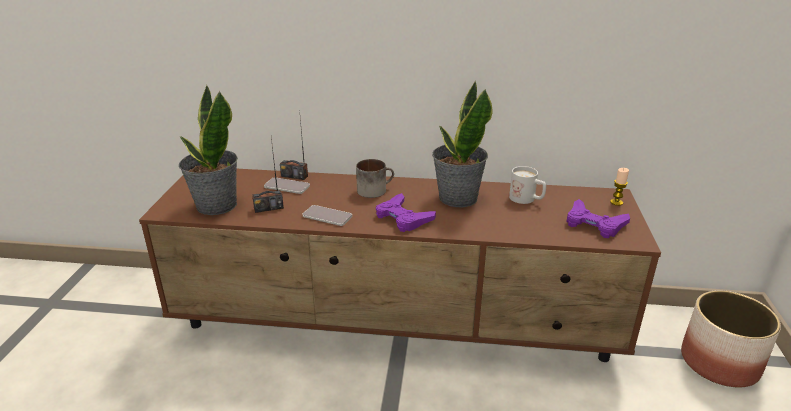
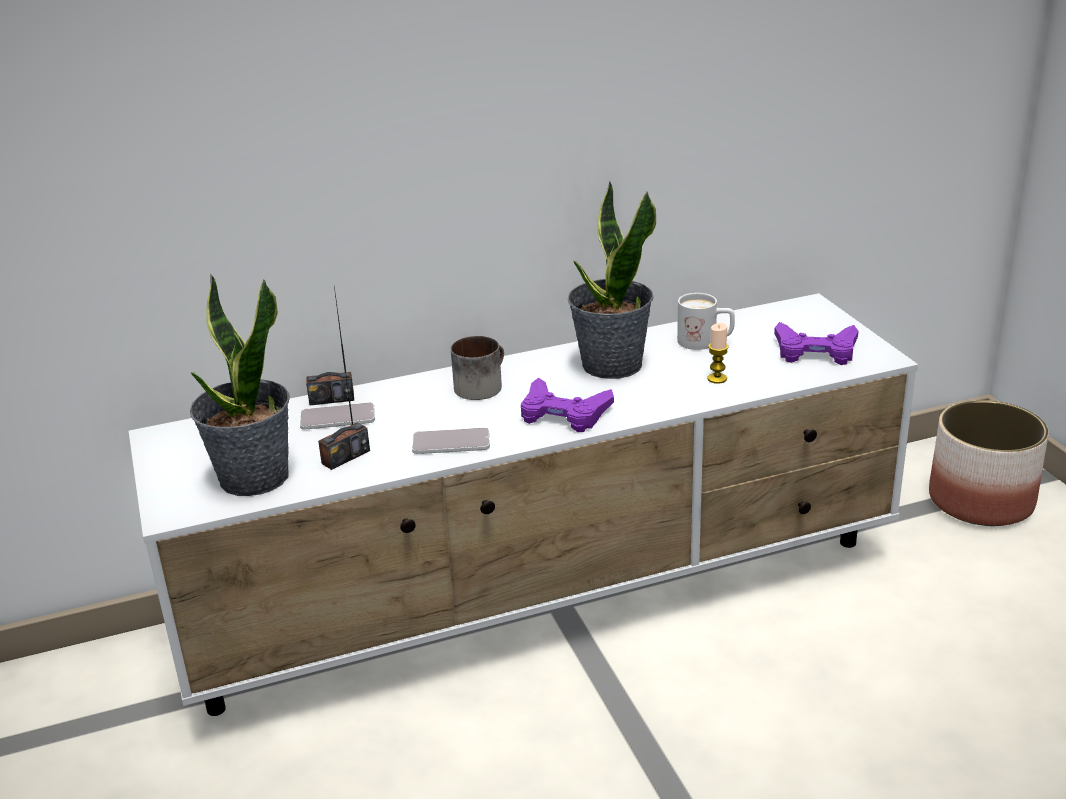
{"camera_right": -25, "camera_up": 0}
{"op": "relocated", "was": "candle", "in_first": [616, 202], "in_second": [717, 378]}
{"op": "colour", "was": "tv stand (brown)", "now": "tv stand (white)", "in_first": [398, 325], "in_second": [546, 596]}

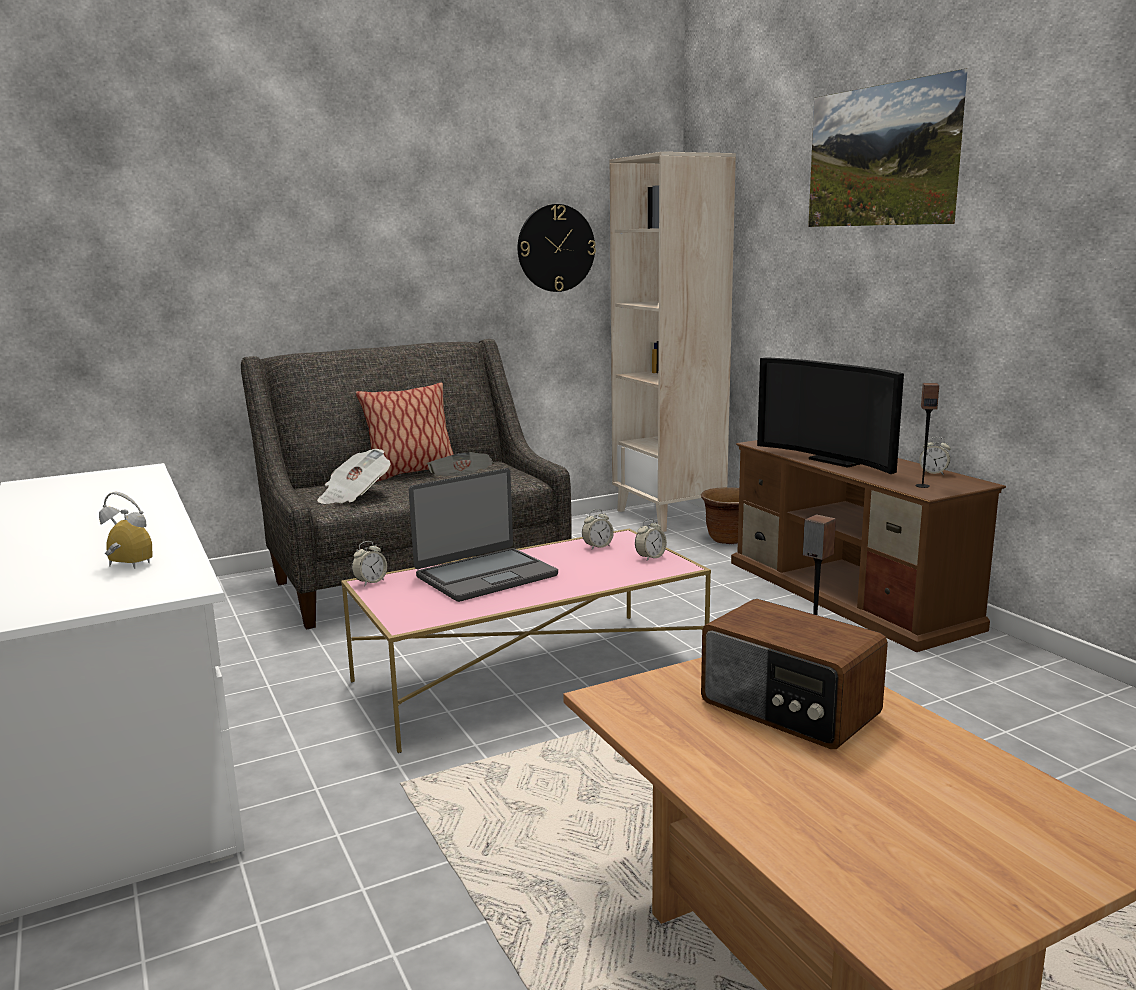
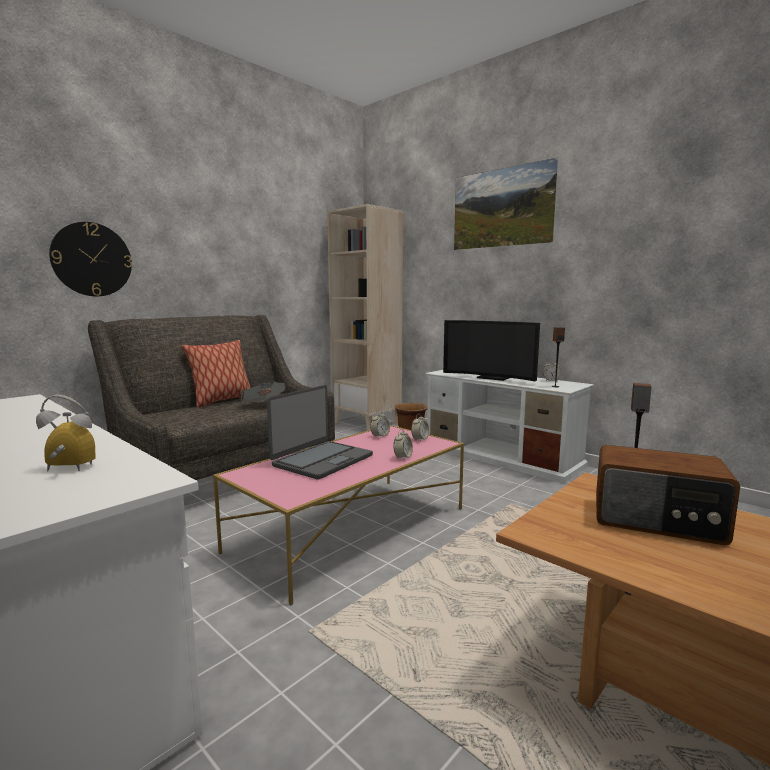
{"camera_right": -20, "camera_up": -5}
{"op": "missing", "was": "newspaper", "in_first": [354, 496]}
{"op": "relocated", "was": "alarm clock", "in_first": [370, 582], "in_second": [403, 457]}
{"op": "relocated", "was": "wall clock", "in_first": [556, 248], "in_second": [92, 259]}
{"op": "colour", "was": "tv stand (brown)", "now": "tv stand (white)", "in_first": [850, 594], "in_second": [501, 456]}

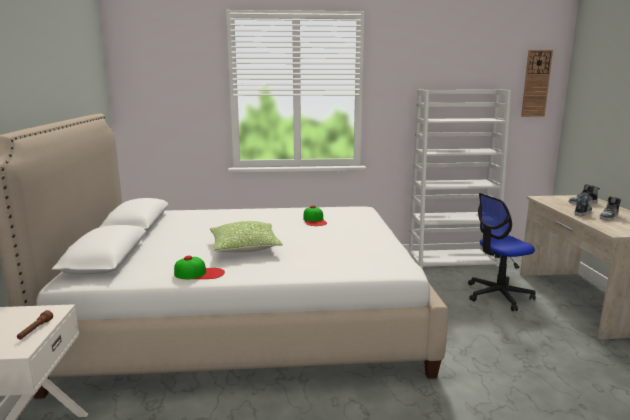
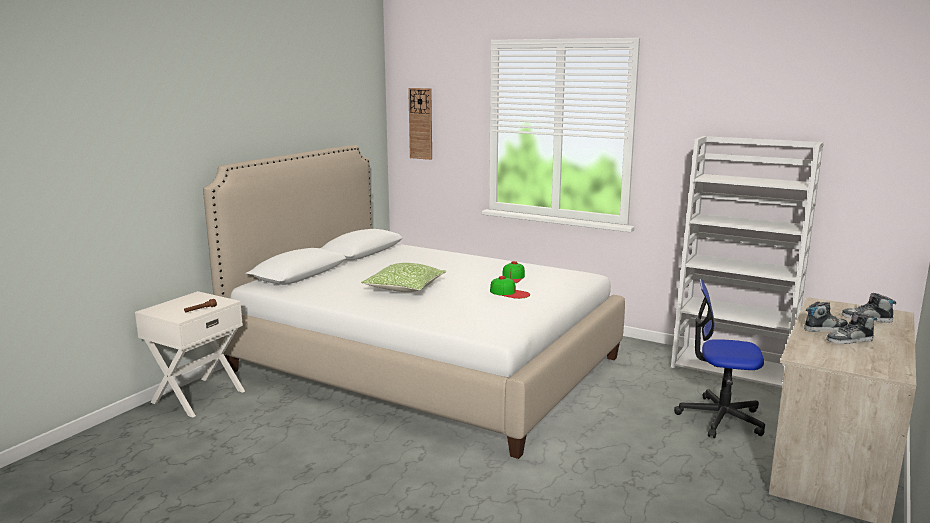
{"camera_right": 35, "camera_up": 0}
{"op": "relocated", "was": "cap", "in_first": [199, 273], "in_second": [509, 293]}
{"op": "relocated", "was": "wall clock", "in_first": [536, 83], "in_second": [421, 123]}

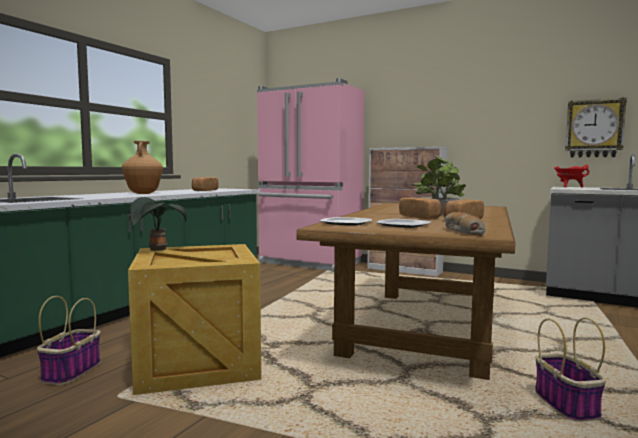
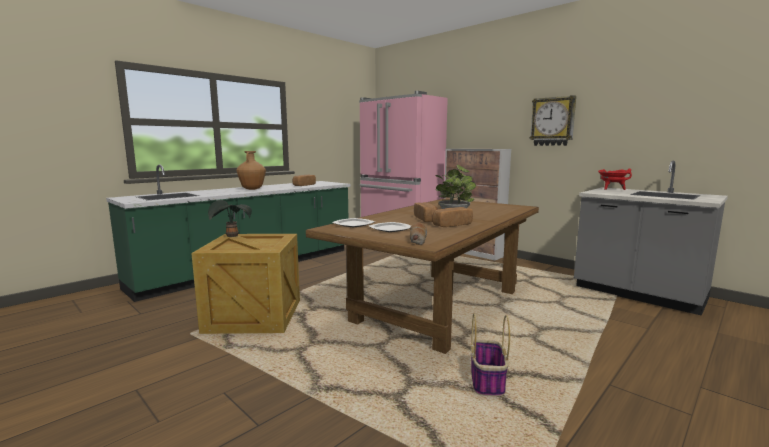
{"camera_right": 15, "camera_up": 5}
{"op": "missing", "was": "basket", "in_first": [72, 371]}
{"op": "relocated", "was": "wall clock", "in_first": [594, 128], "in_second": [552, 121]}

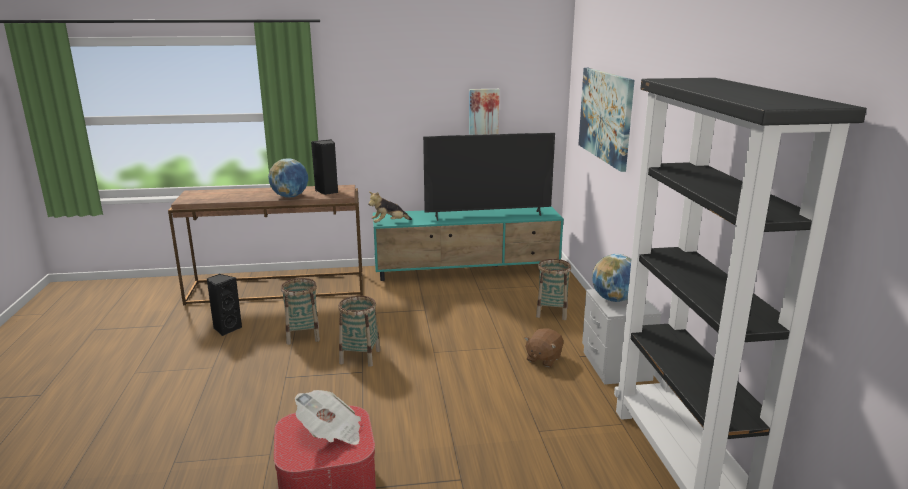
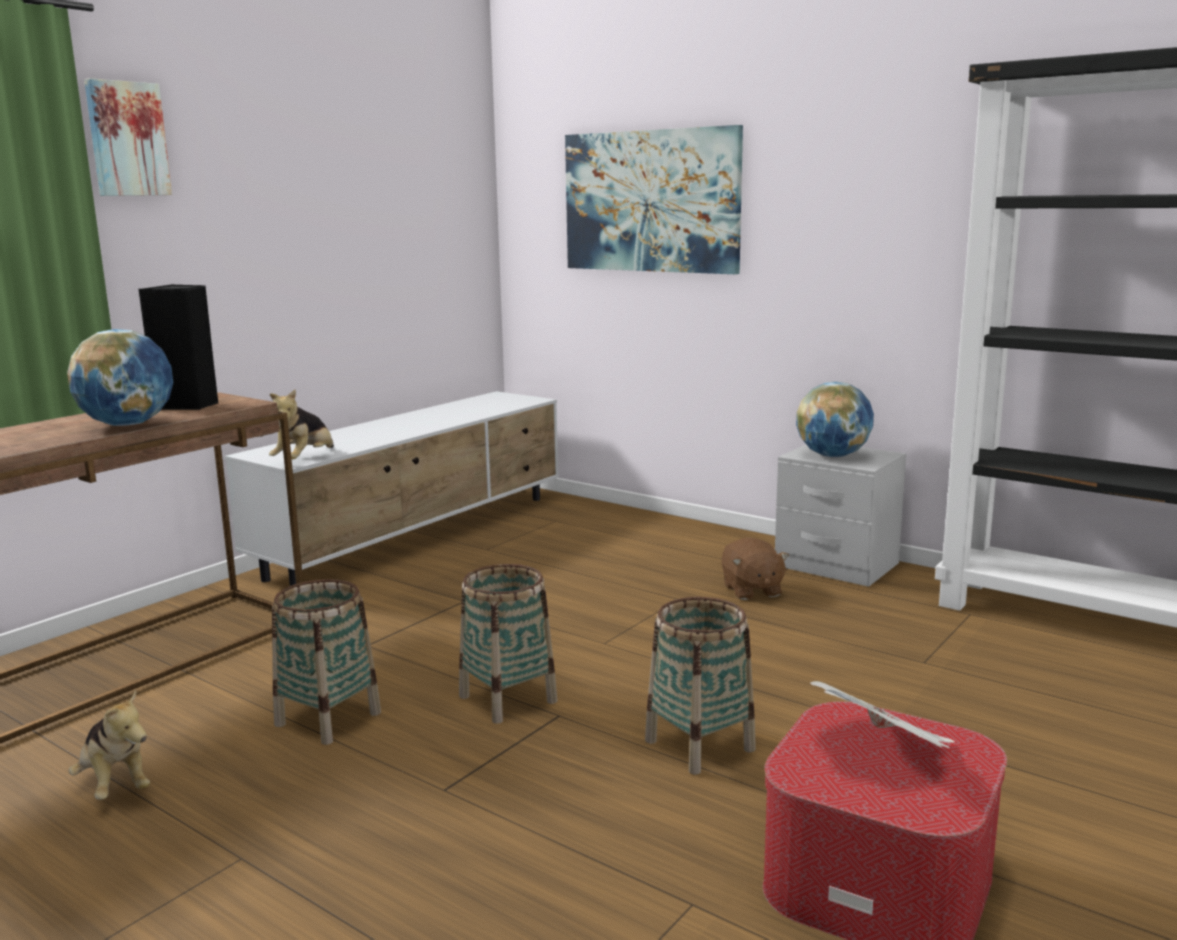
{"camera_right": -45, "camera_up": -5}
{"op": "missing", "was": "television", "in_first": [488, 215]}
{"op": "relocated", "was": "picture", "in_first": [483, 111], "in_second": [126, 139]}
{"op": "relocated", "was": "basket", "in_first": [551, 312], "in_second": [699, 745]}
{"op": "exchanged", "was": "speaker (black)", "now": "plush toy", "in_first": [226, 329], "in_second": [115, 785]}
{"op": "colour", "was": "tv stand (turquoise)", "now": "tv stand (white)", "in_first": [467, 271], "in_second": [418, 535]}

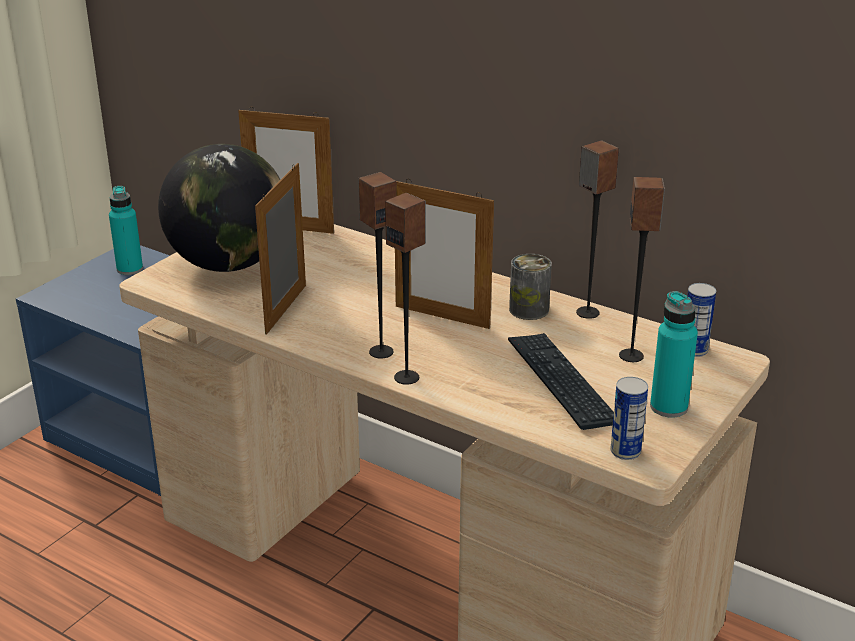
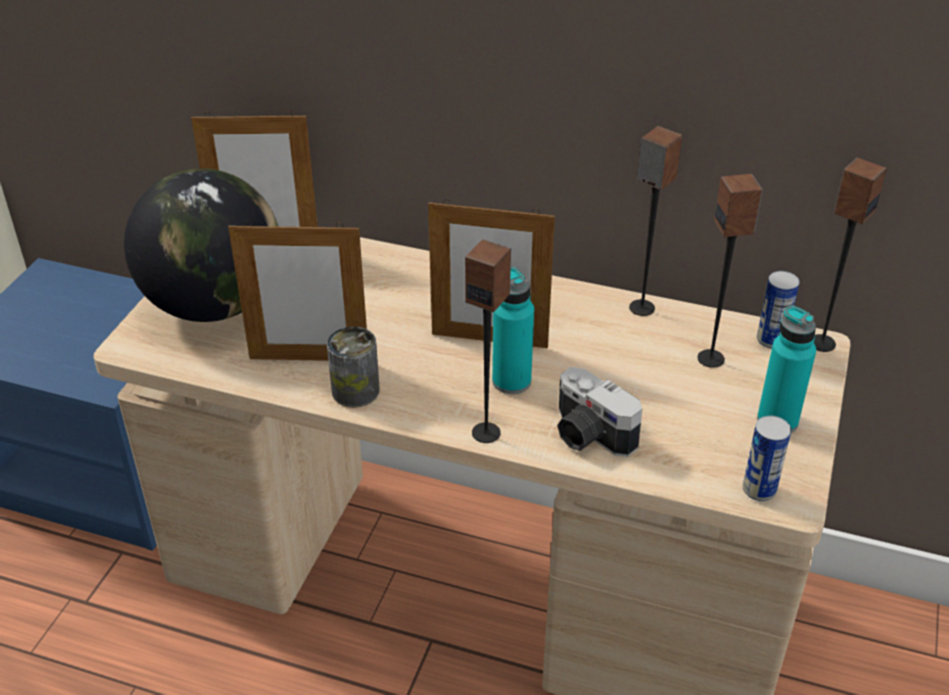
{"camera_right": -15, "camera_up": 10}
{"op": "missing", "was": "keyboard", "in_first": [561, 381]}
{"op": "appeared", "now": "photo camera", "in_second": [588, 435]}
{"op": "relocated", "was": "bottle (turquoise)", "in_first": [130, 269], "in_second": [511, 381]}
{"op": "relocated", "was": "speaker", "in_first": [381, 351], "in_second": [821, 343]}
{"op": "relocated", "was": "can", "in_first": [529, 309], "in_second": [355, 391]}
{"op": "spun", "was": "picture frame", "in_first": [286, 309], "in_second": [309, 359], "clockwise": -90}

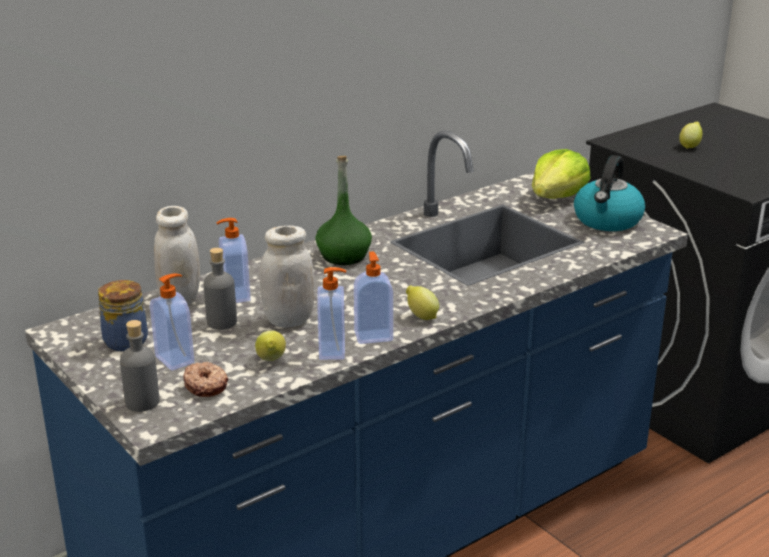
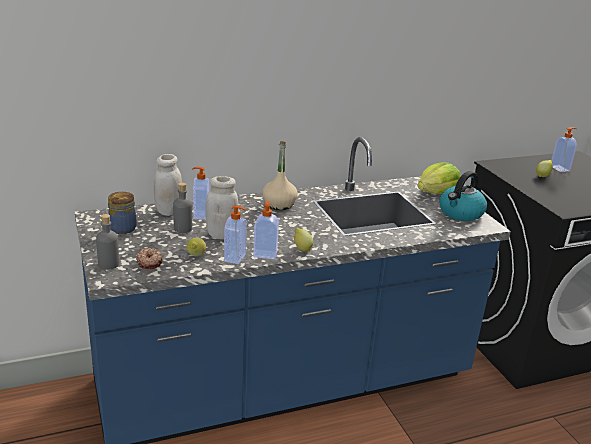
{"camera_right": 15, "camera_up": 0}
{"op": "relocated", "was": "soap dispenser", "in_first": [176, 359], "in_second": [560, 168]}
{"op": "colour", "was": "bottle (green)", "now": "bottle (beige)", "in_first": [343, 256], "in_second": [279, 204]}

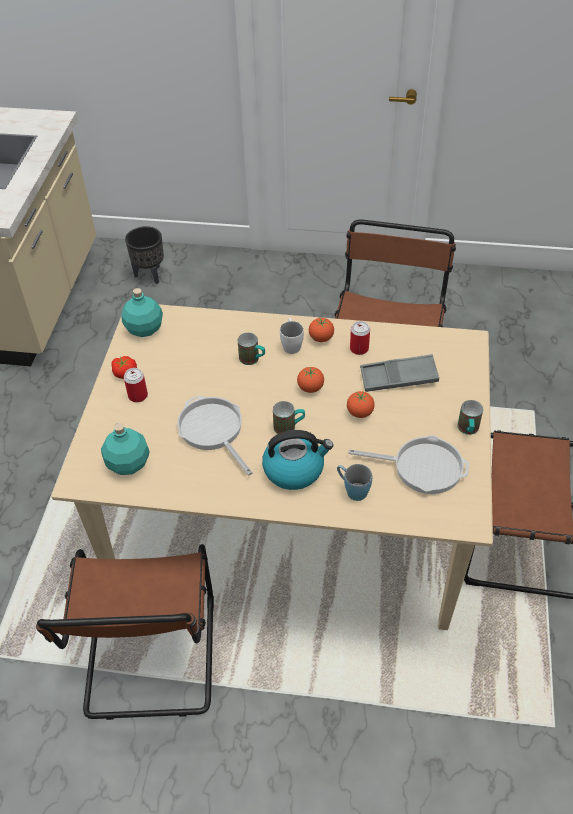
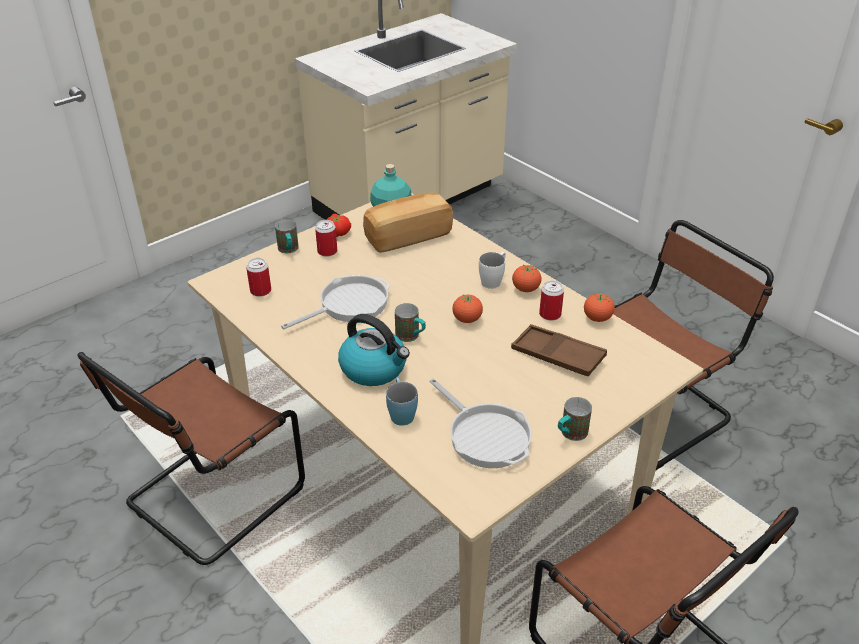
{"camera_right": 40, "camera_up": -10}
{"op": "missing", "was": "planter (black)", "in_first": [150, 275]}
{"op": "appeared", "now": "bread", "in_second": [407, 236]}
{"op": "relocated", "was": "mug", "in_first": [253, 359], "in_second": [289, 250]}
{"op": "relocated", "was": "tomato", "in_first": [360, 413], "in_second": [597, 318]}
{"op": "exchanged", "was": "bottle (turquoise)", "now": "can", "in_first": [128, 464], "in_second": [260, 291]}
{"op": "colour", "was": "tray (grey)", "now": "tray (brown)", "in_first": [398, 378], "in_second": [557, 355]}
{"op": "spun", "was": "frying pan", "in_first": [213, 430], "in_second": [349, 304], "clockwise": 45}

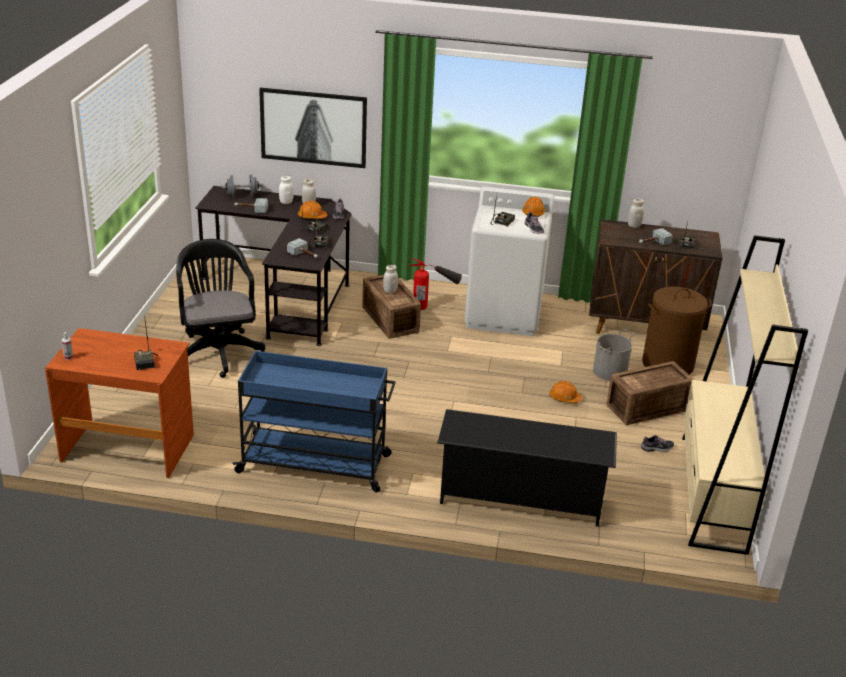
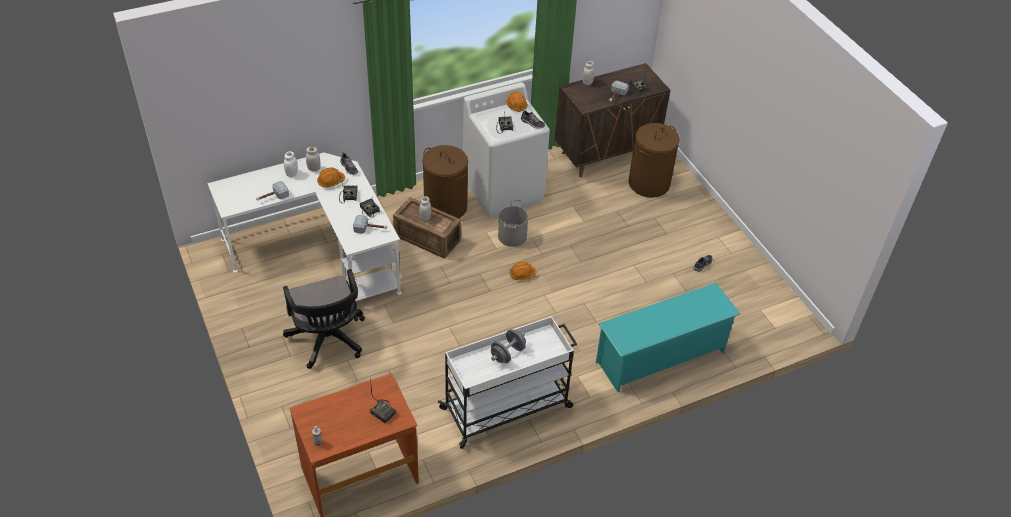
{"camera_right": -35, "camera_up": 15}
{"op": "missing", "was": "picture", "in_first": [313, 127]}
{"op": "missing", "was": "crate", "in_first": [648, 408]}
{"op": "missing", "was": "bookcase (beige)", "in_first": [712, 492]}
{"op": "relocated", "was": "dumbbell (grey)", "in_first": [242, 195], "in_second": [507, 353]}
{"op": "relocated", "was": "hard hat (orange)", "in_first": [564, 398], "in_second": [522, 274]}
{"op": "relocated", "was": "bucket (grey)", "in_first": [610, 372], "in_second": [512, 236]}
{"op": "exchanged", "was": "fire extinguisher", "now": "laundry basket (brown)", "in_first": [433, 306], "in_second": [445, 207]}
{"op": "colour", "was": "desk (black)", "now": "desk (white)", "in_first": [287, 292], "in_second": [320, 250]}
{"op": "colour", "was": "cart (blue)", "now": "cart (white)", "in_first": [316, 464], "in_second": [507, 407]}
{"op": "colour", "was": "shoe rack (black)", "now": "shoe rack (turquoise)", "in_first": [520, 498], "in_second": [661, 357]}
{"op": "spun", "was": "office chair (black)", "in_first": [218, 350], "in_second": [328, 341], "clockwise": -150}

